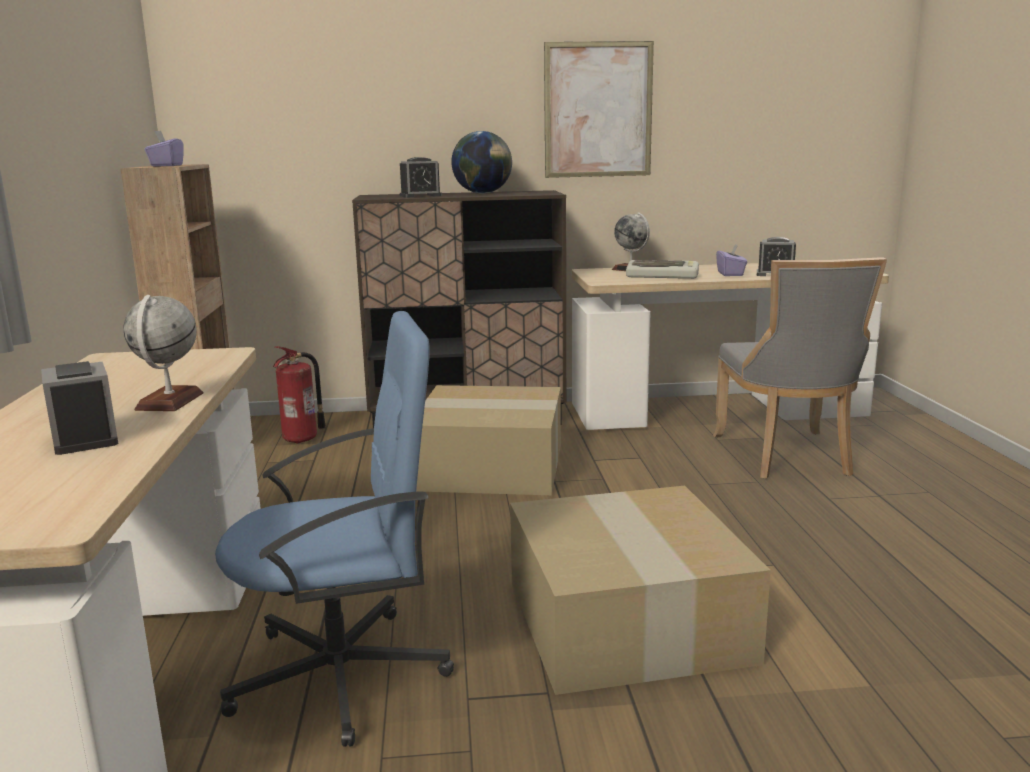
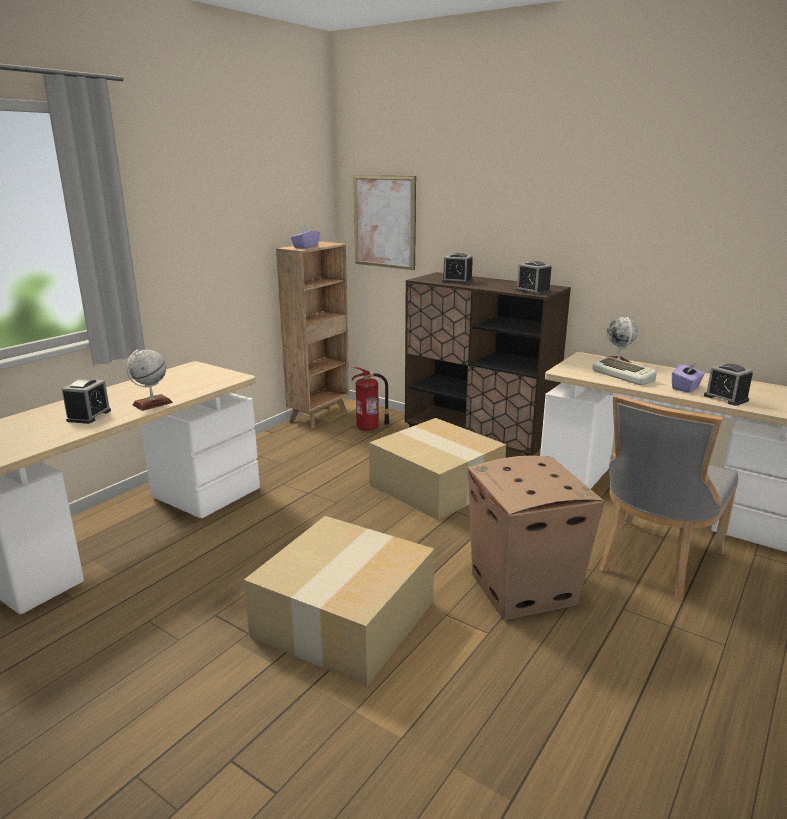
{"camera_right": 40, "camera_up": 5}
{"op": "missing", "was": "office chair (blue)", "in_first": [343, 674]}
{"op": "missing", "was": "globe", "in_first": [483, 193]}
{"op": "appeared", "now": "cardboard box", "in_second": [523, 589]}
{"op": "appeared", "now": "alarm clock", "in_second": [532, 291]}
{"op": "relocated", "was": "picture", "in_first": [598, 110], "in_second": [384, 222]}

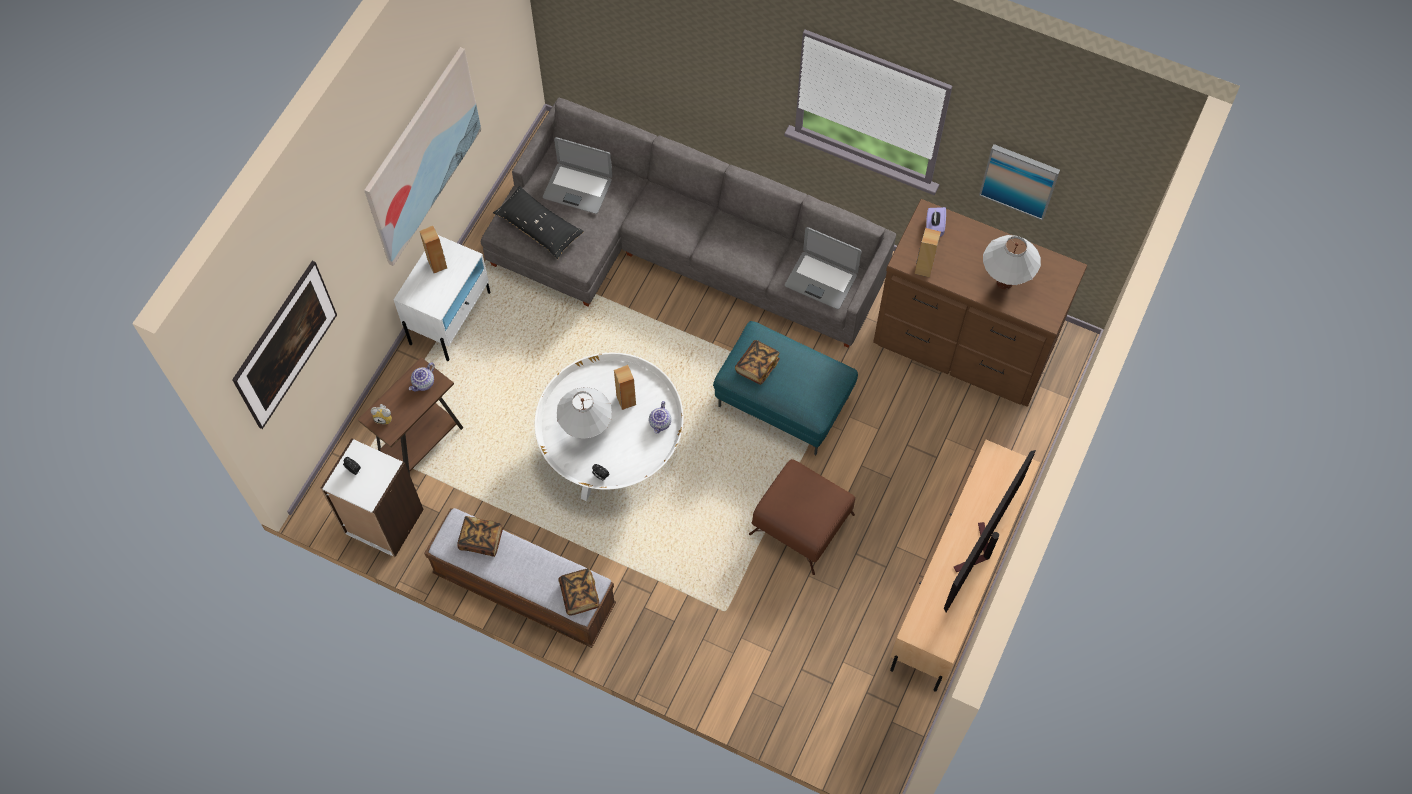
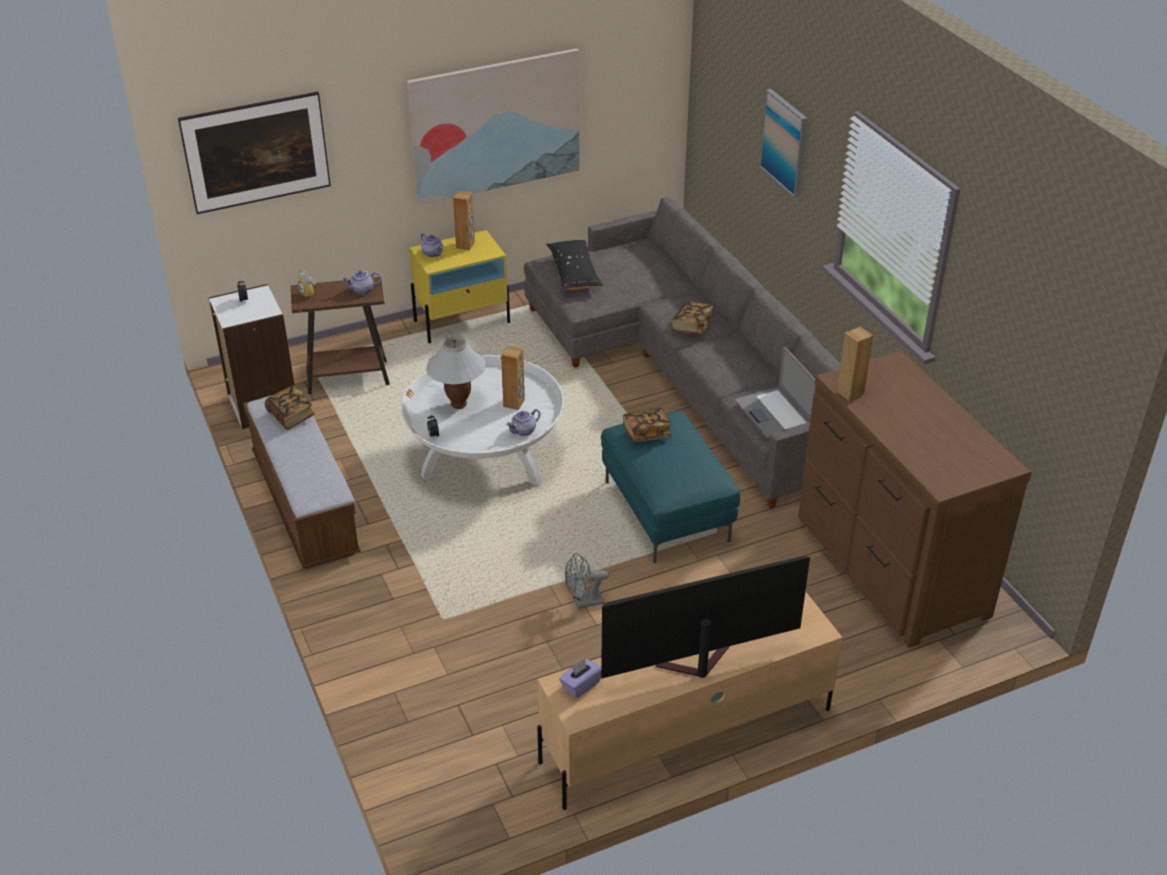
{"camera_right": 40, "camera_up": -25}
{"op": "missing", "was": "laptop", "in_first": [578, 188]}
{"op": "missing", "was": "table lamp (white)", "in_first": [1004, 283]}
{"op": "appeared", "now": "teapot", "in_second": [433, 253]}
{"op": "relocated", "was": "book", "in_first": [579, 595], "in_second": [691, 326]}
{"op": "relocated", "was": "tissue box (purple)", "in_first": [934, 226], "in_second": [580, 685]}
{"op": "relocated", "was": "picture", "in_first": [1019, 180], "in_second": [785, 142]}
{"op": "exchanged", "was": "ottoman (brown)", "now": "fan (grey)", "in_first": [802, 525], "in_second": [583, 602]}
{"op": "colour", "was": "nightstand (white)", "now": "nightstand (yellow)", "in_first": [450, 317], "in_second": [462, 322]}

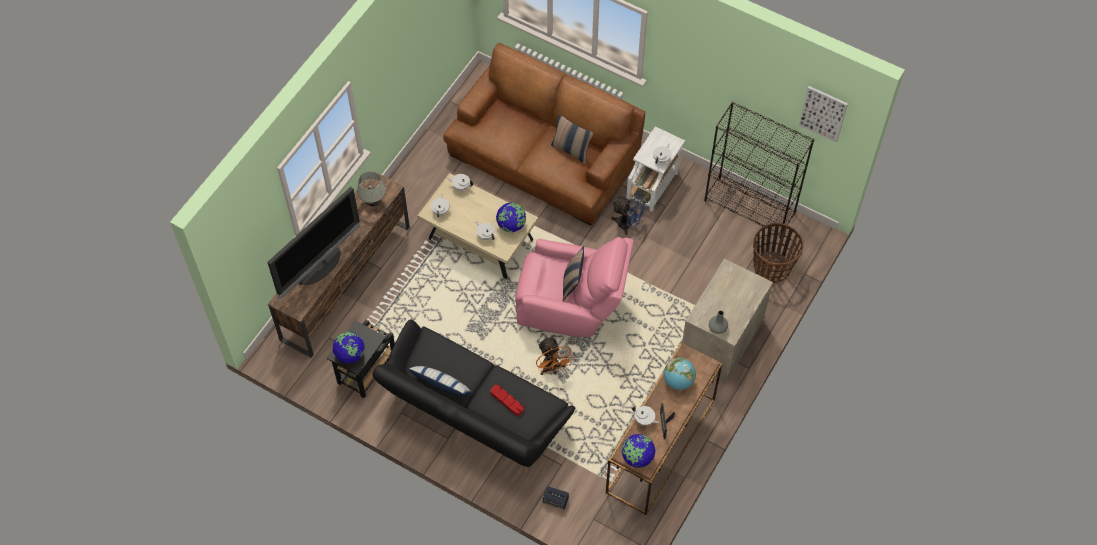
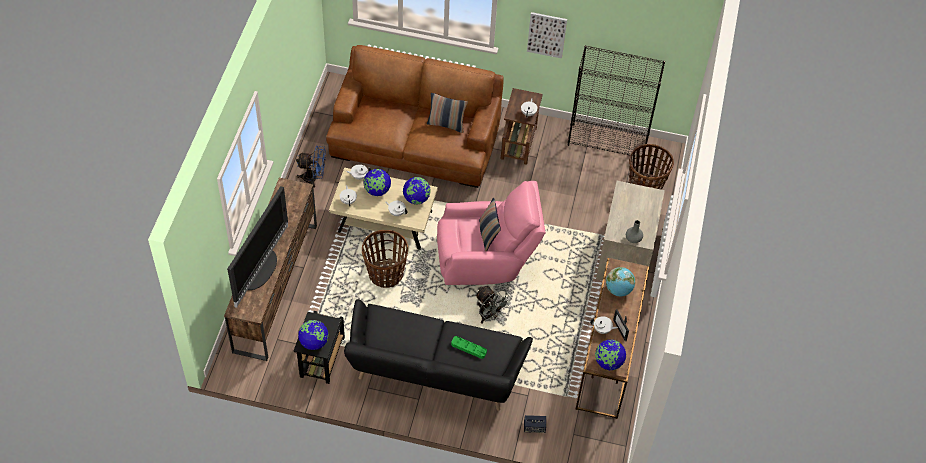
{"camera_right": -20, "camera_up": -5}
{"op": "missing", "was": "table lamp (white)", "in_first": [373, 202]}
{"op": "missing", "was": "pillow", "in_first": [441, 386]}
{"op": "appeared", "now": "basket", "in_second": [385, 274]}
{"op": "appeared", "now": "globe", "in_second": [377, 190]}
{"op": "relocated", "was": "fan (blue)", "in_first": [628, 224], "in_second": [313, 178]}
{"op": "relocated", "was": "picture", "in_first": [823, 113], "in_second": [546, 34]}
{"op": "colour", "was": "tray (red)", "now": "tray (green)", "in_first": [507, 401], "in_second": [468, 348]}
{"op": "colour", "was": "fan (orange)", "now": "fan (grey)", "in_first": [552, 368], "in_second": [489, 316]}
{"op": "colour", "was": "side table (white)", "now": "side table (brown)", "in_first": [653, 184], "in_second": [519, 142]}

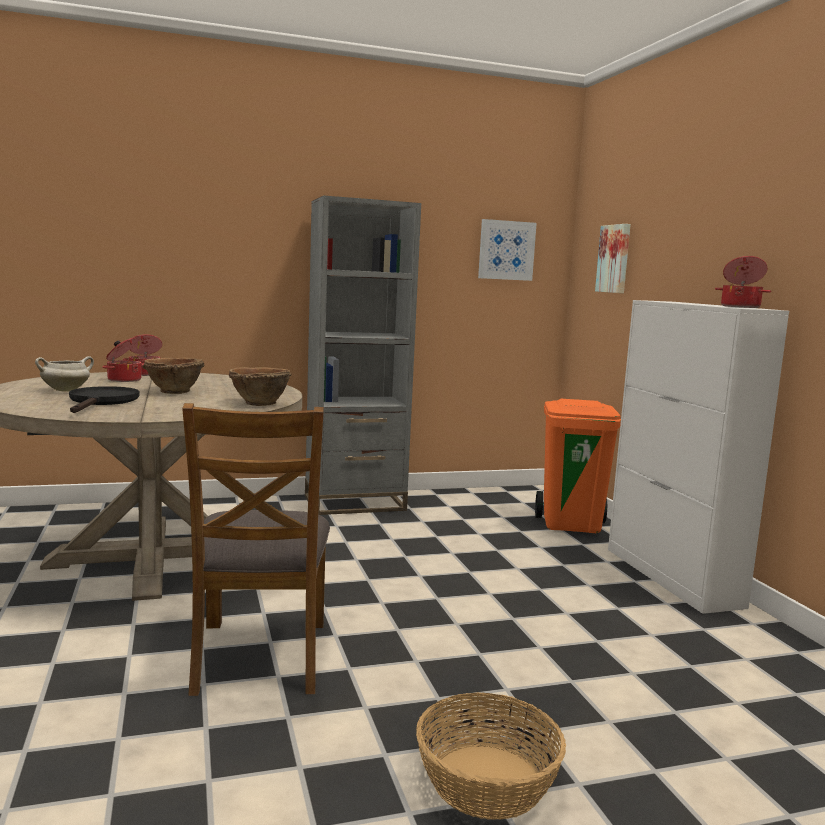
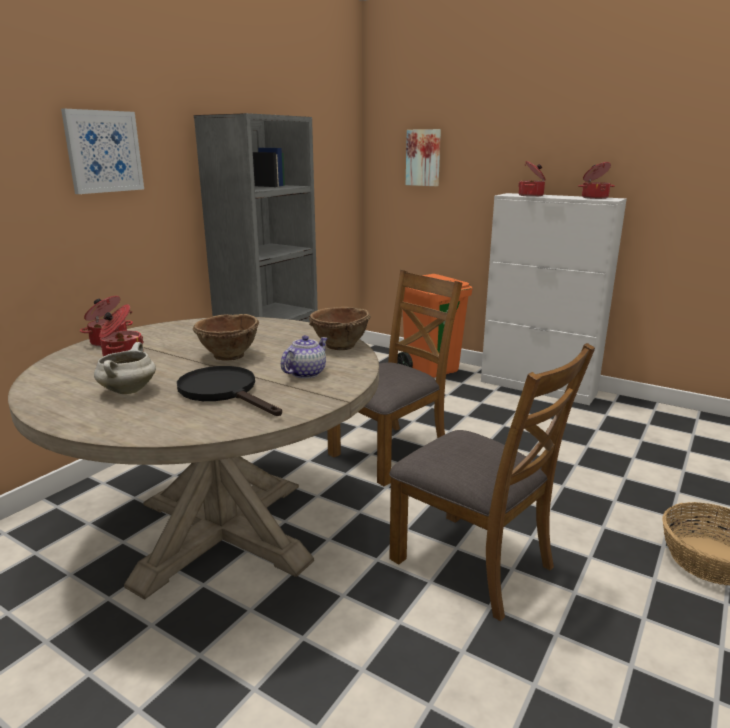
{"camera_right": -40, "camera_up": 10}
{"op": "appeared", "now": "teapot", "in_second": [305, 373]}
{"op": "appeared", "now": "chair (brown)", "in_second": [390, 452]}
{"op": "appeared", "now": "cooking pot", "in_second": [531, 195]}
{"op": "relocated", "was": "picture", "in_first": [506, 250], "in_second": [103, 151]}

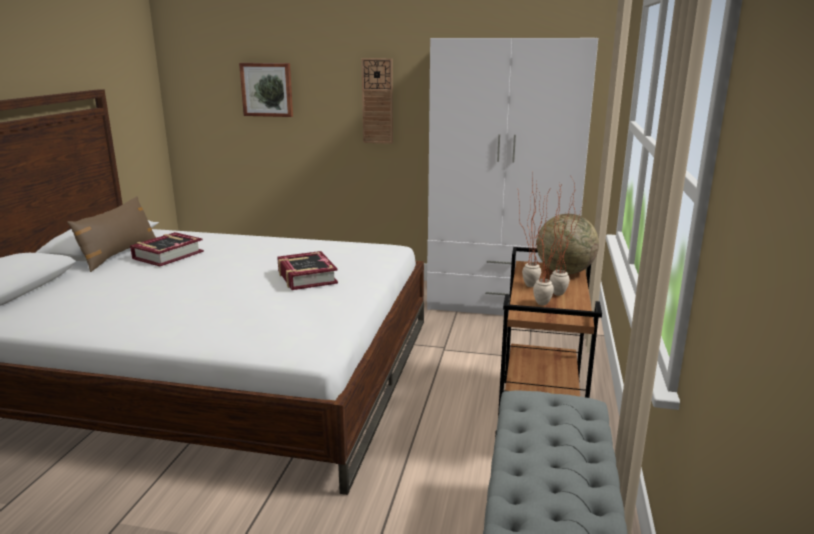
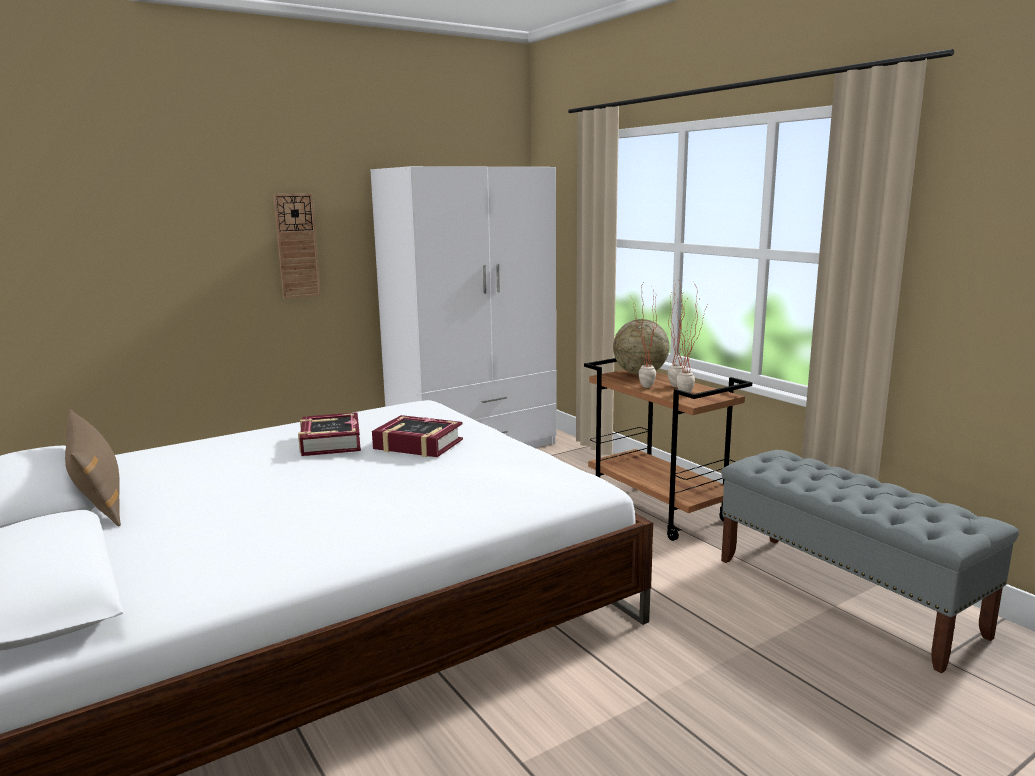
{"camera_right": -45, "camera_up": -5}
{"op": "missing", "was": "picture", "in_first": [267, 89]}
{"op": "relocated", "was": "book", "in_first": [168, 255], "in_second": [330, 442]}

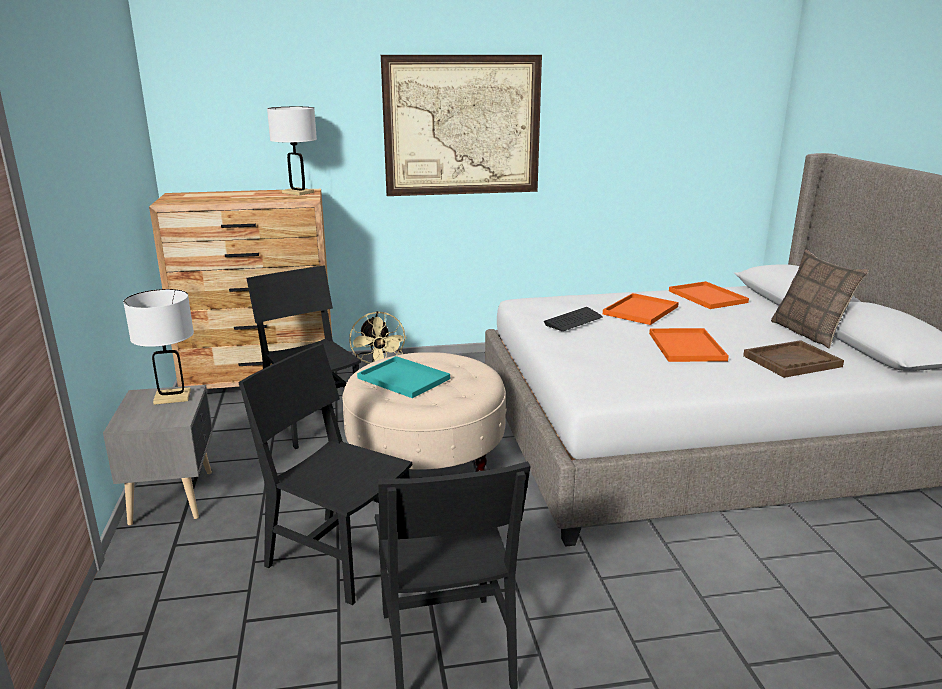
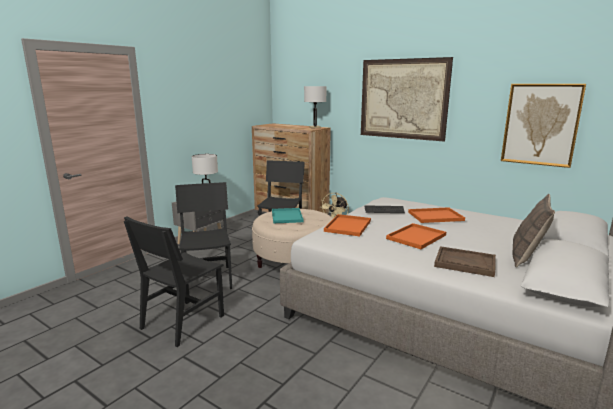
{"camera_right": 45, "camera_up": -5}
{"op": "appeared", "now": "picture", "in_second": [540, 124]}
{"op": "relocated", "was": "tray (orange)", "in_first": [706, 296], "in_second": [347, 225]}

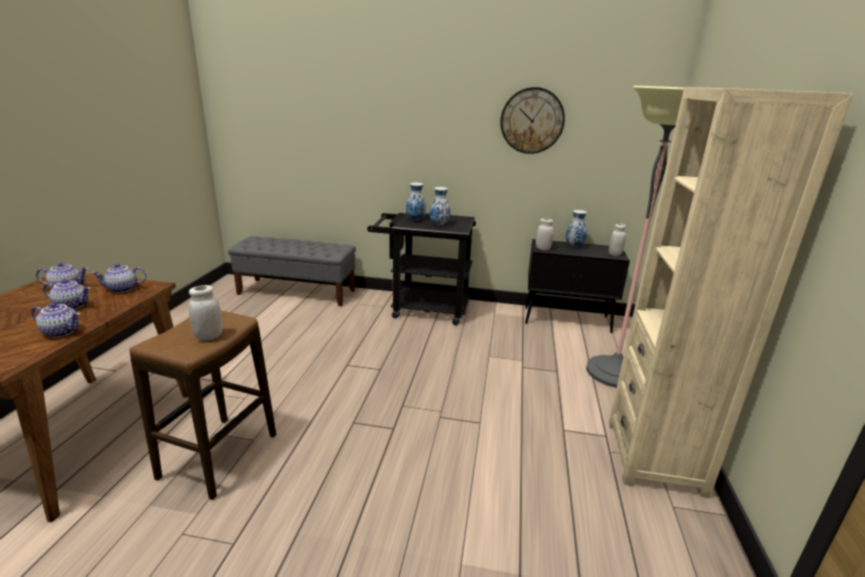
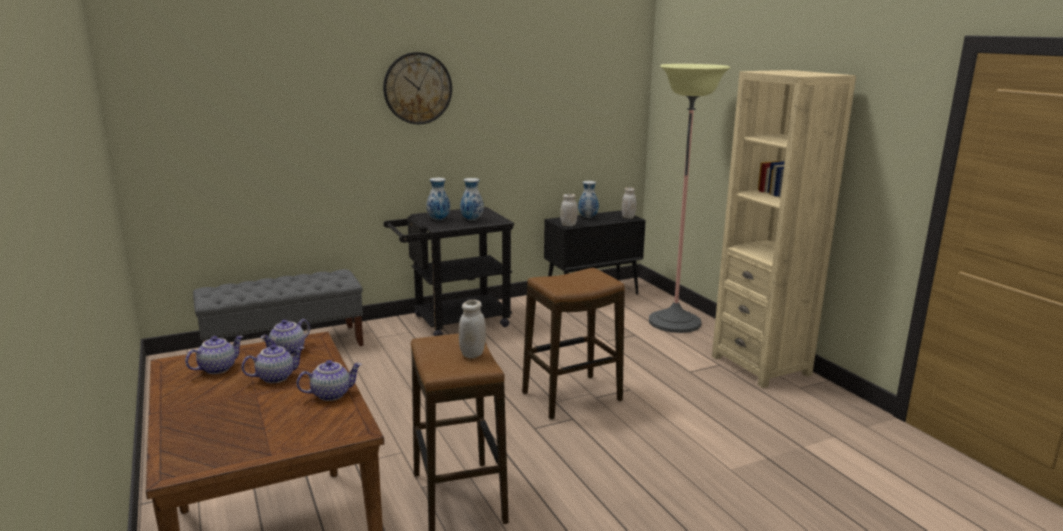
{"camera_right": -35, "camera_up": -5}
{"op": "appeared", "now": "stool", "in_second": [572, 397]}
{"op": "relocated", "was": "wall clock", "in_first": [532, 121], "in_second": [417, 88]}

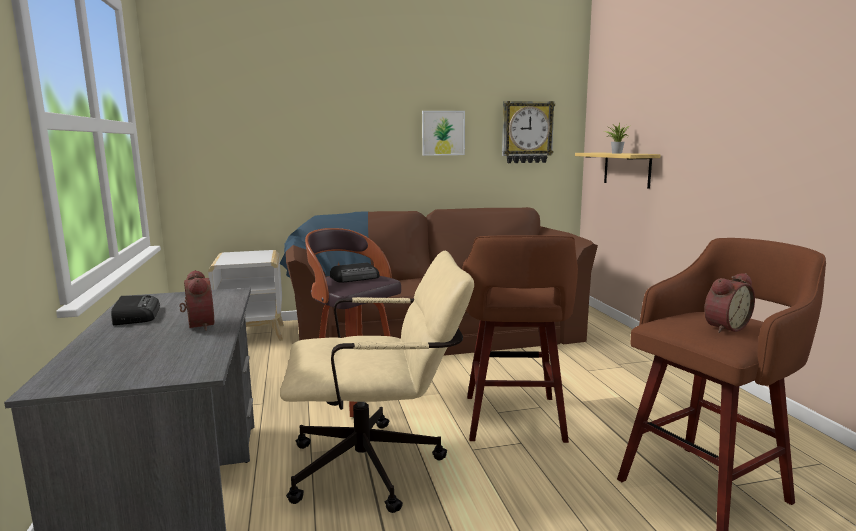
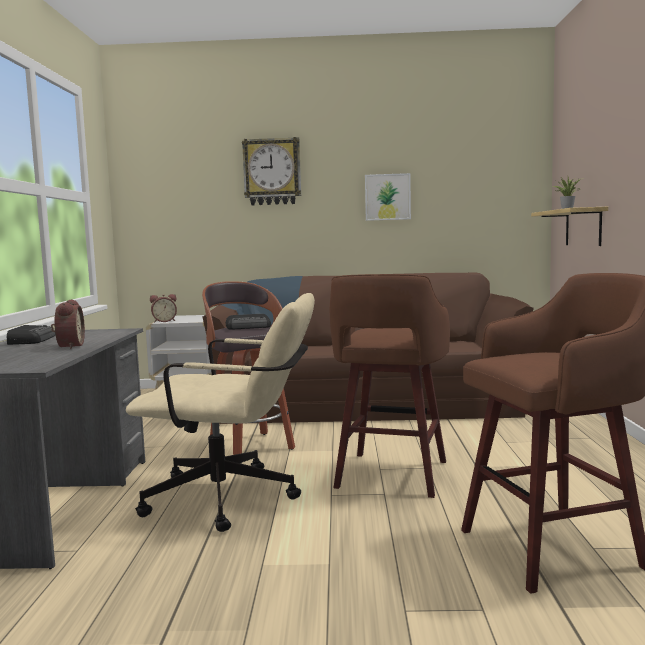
{"camera_right": 15, "camera_up": -5}
{"op": "relocated", "was": "wall clock", "in_first": [526, 132], "in_second": [272, 172]}
{"op": "relocated", "was": "alarm clock", "in_first": [723, 327], "in_second": [164, 321]}

